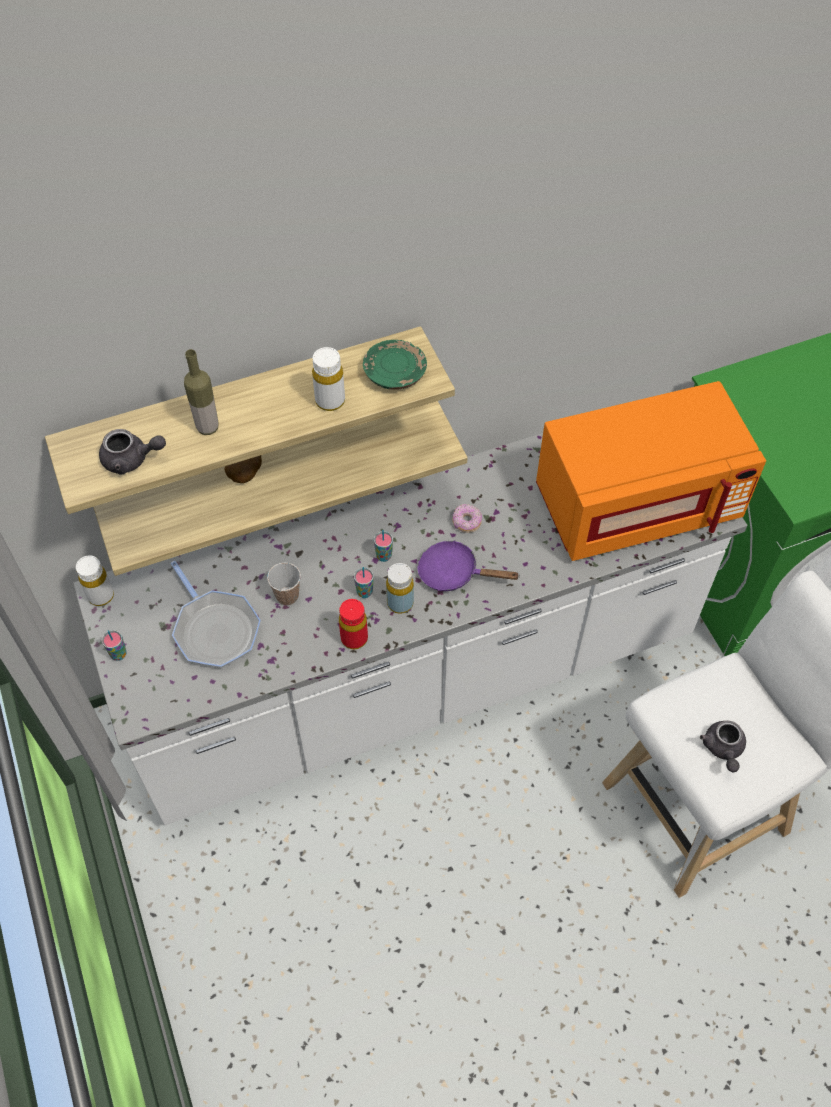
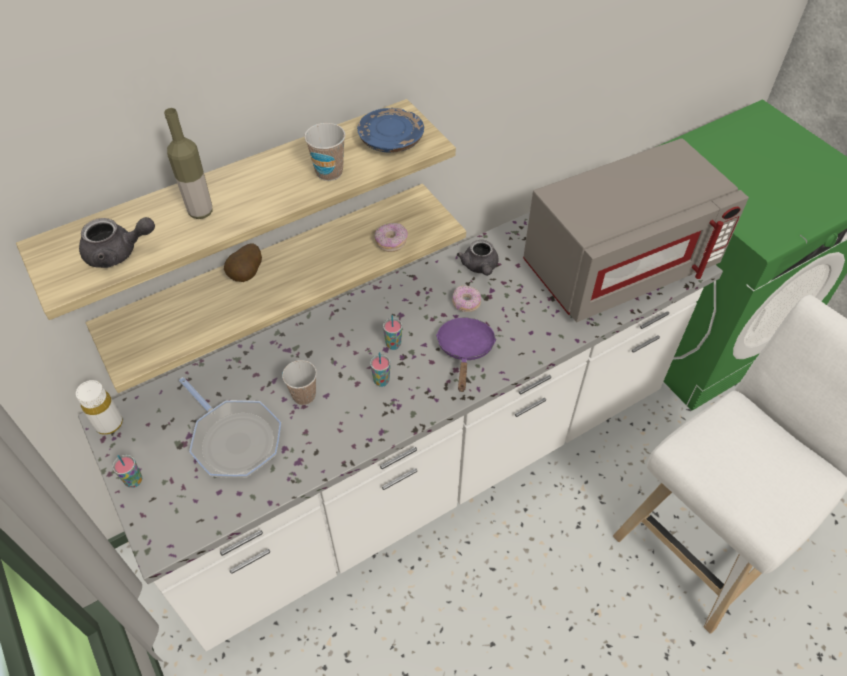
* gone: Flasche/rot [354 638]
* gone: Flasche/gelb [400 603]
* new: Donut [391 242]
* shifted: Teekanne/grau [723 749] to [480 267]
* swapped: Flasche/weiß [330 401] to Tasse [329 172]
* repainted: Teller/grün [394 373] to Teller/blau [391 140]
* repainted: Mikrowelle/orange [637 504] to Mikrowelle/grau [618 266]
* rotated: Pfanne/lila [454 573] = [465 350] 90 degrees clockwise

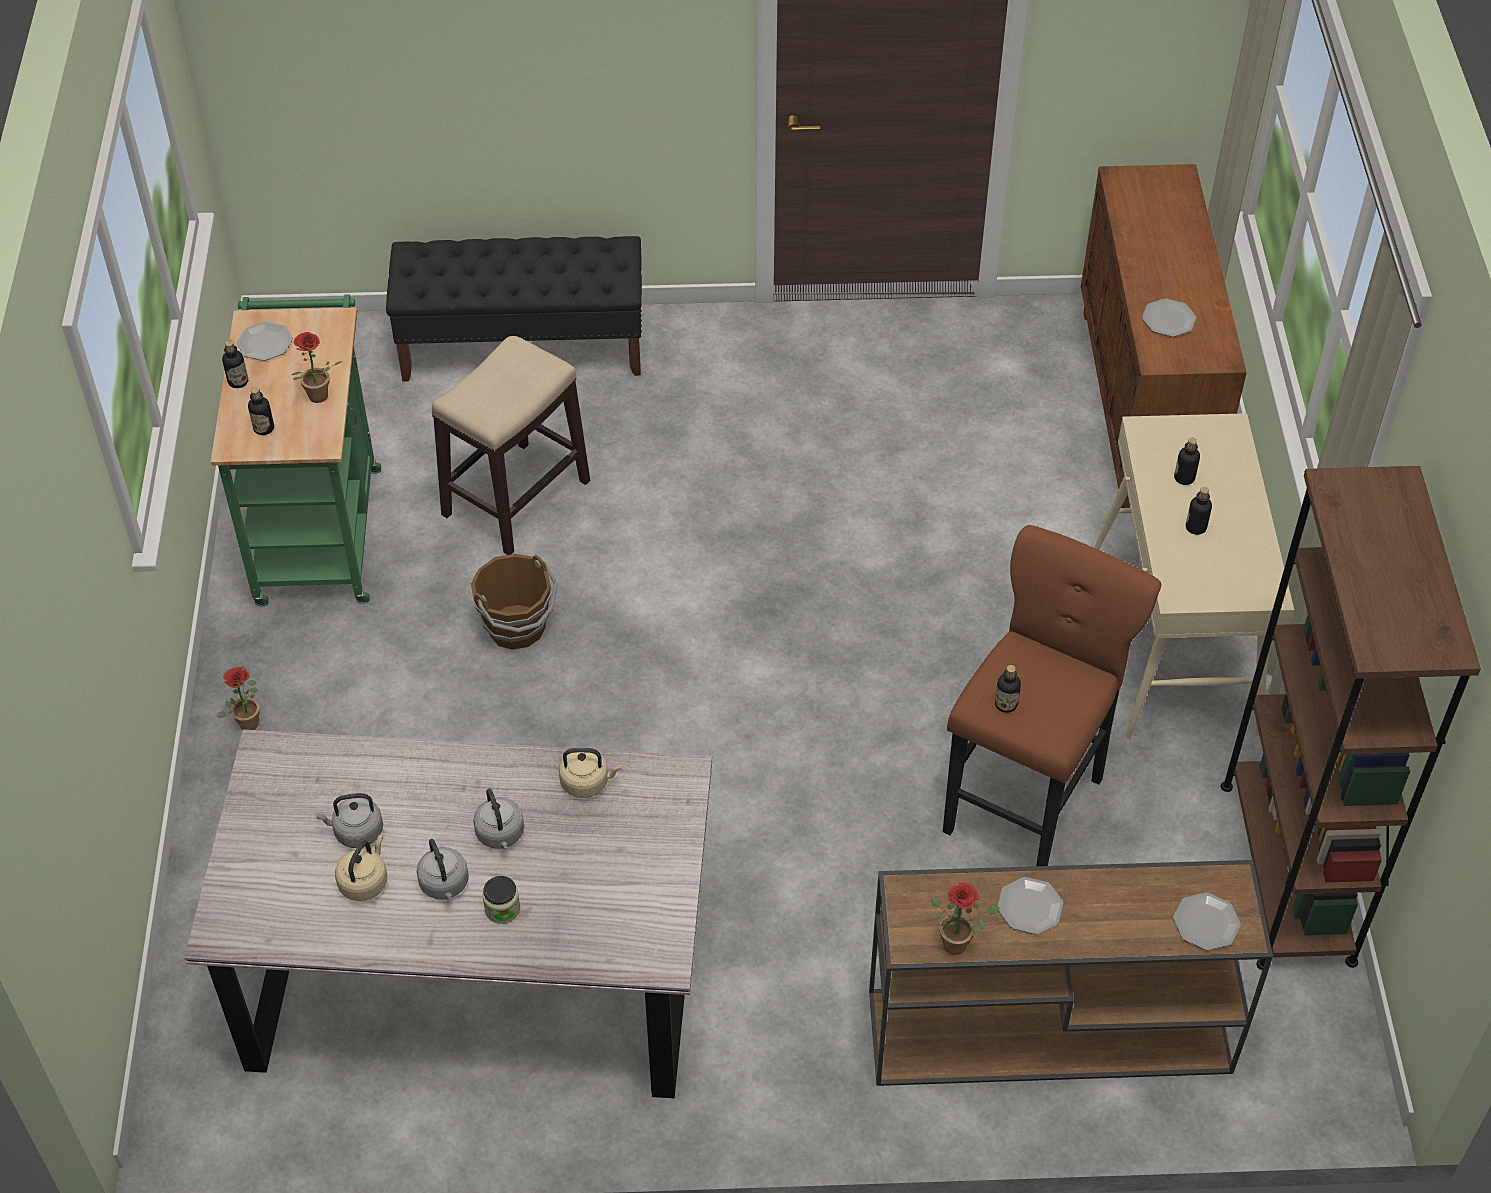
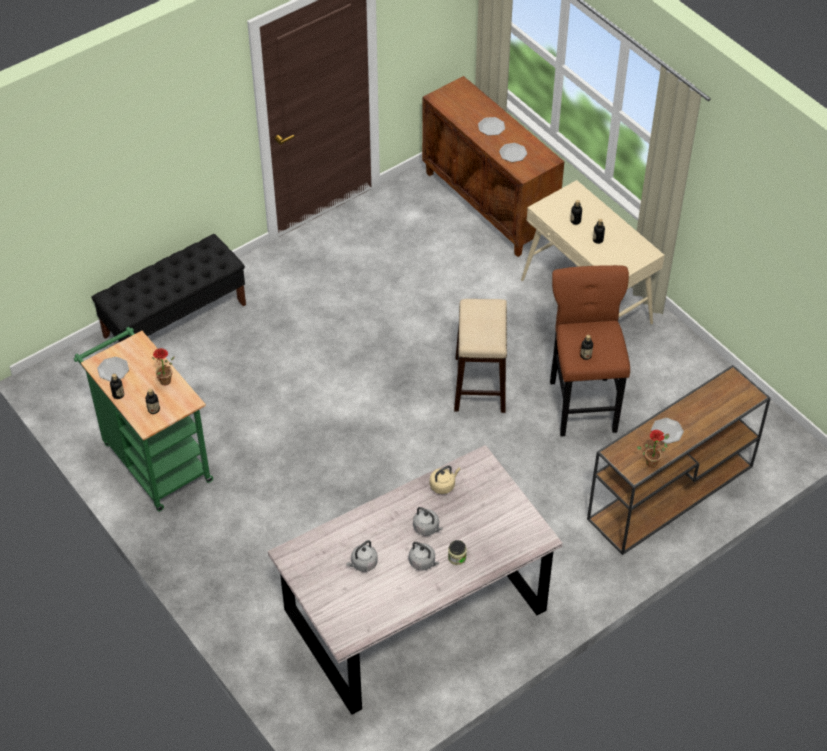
* gone: Topfpflanze [247 720]
* gone: Wasserkessel/beige [365 881]
* gone: Eimer/braun [517 627]
* gone: Bücherregal/braun [1287 872]
* shifted: Hocker [515 499] to [480 385]
* shifted: Teller [1206 922] to [491 127]

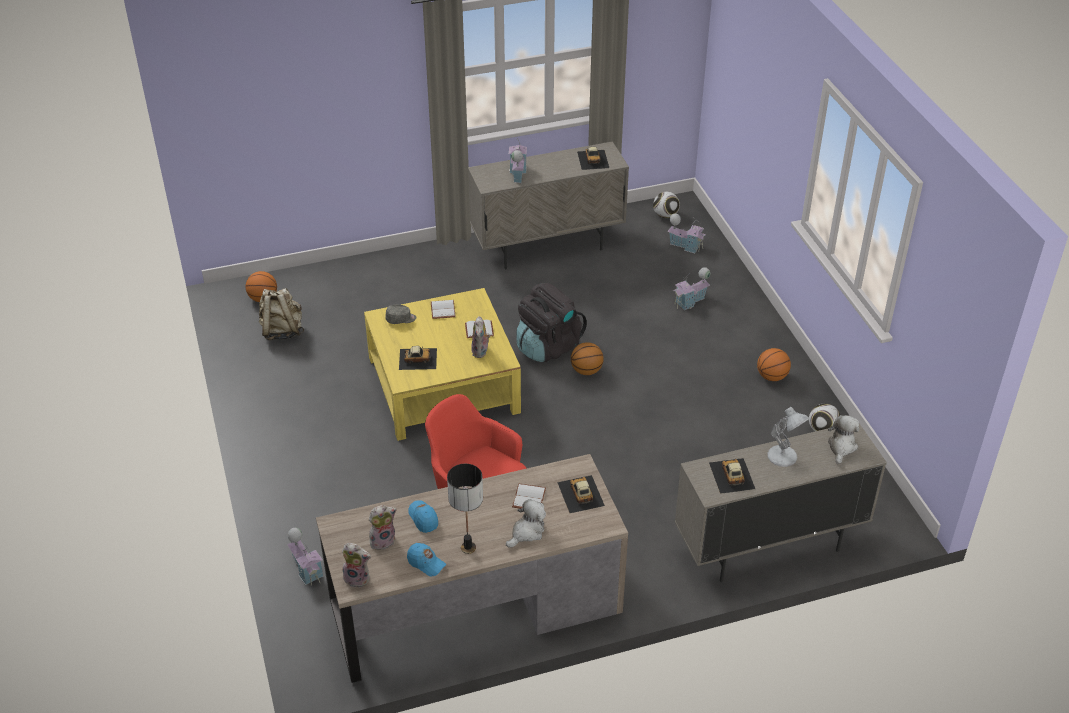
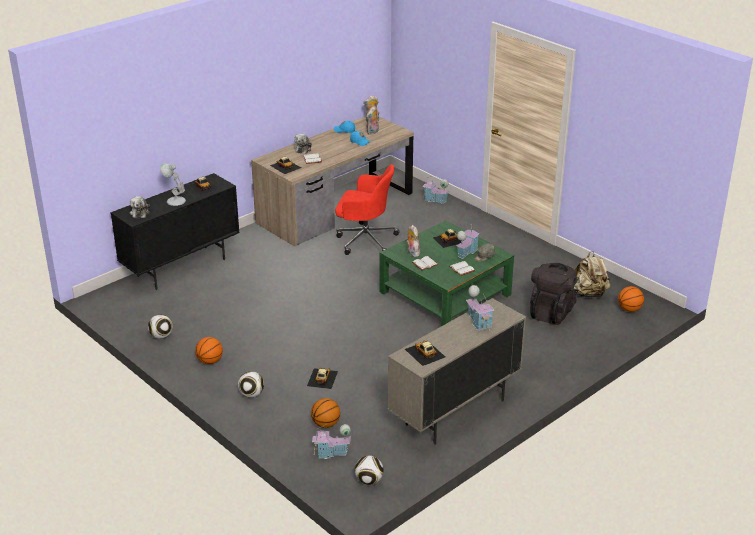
* gone: Tischlampe [468 547]
* new: Fußball [251 394]
* new: Spielzeugauto [322 378]
* shifted: Rucksack/schwarz [548 346] to [551 312]
* shifted: Basketball [586 370] to [326 424]
* shifted: Spielzeughaus [690 301] to [466 252]
* repainted: Couchtisch/gelb [443 385] to Couchtisch/grün [445 293]
* repainted: Schrank/beige [768 547] to Schrank/schwarz [182 267]

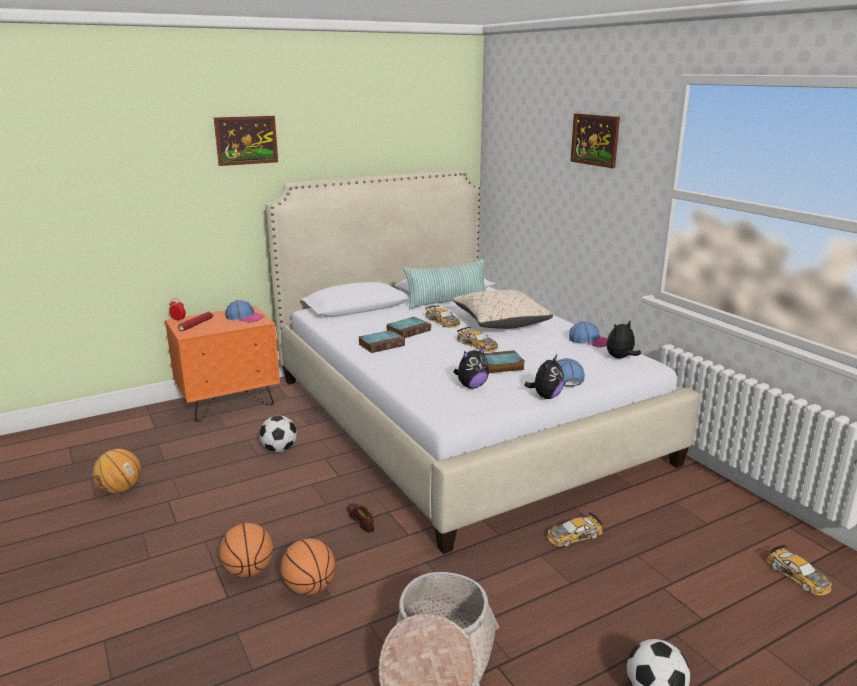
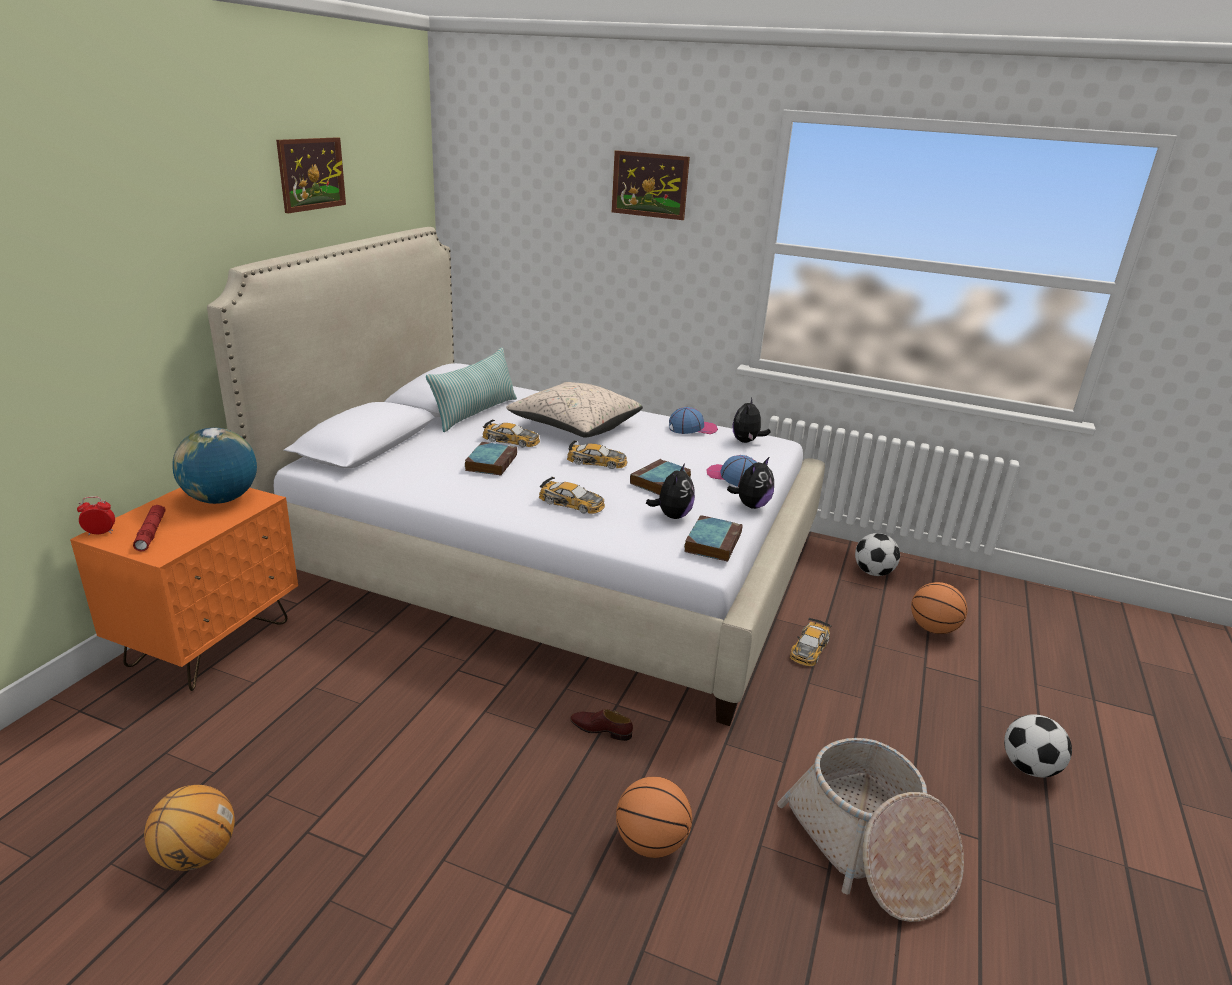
* shifted: Bild [246 140] to [311 174]
* shifted: Basketball [248 571] to [933 629]
* shifted: Fußball [279 449] to [873 572]
* shifted: Buch [382 344] to [712 542]
* shifted: Spielzeugauto [798 576] to [572 503]
* swapped: Kappe [245 317] to Globus [221 499]
* rotated: Plüschtier [546 396] = [751 505] 45 degrees clockwise

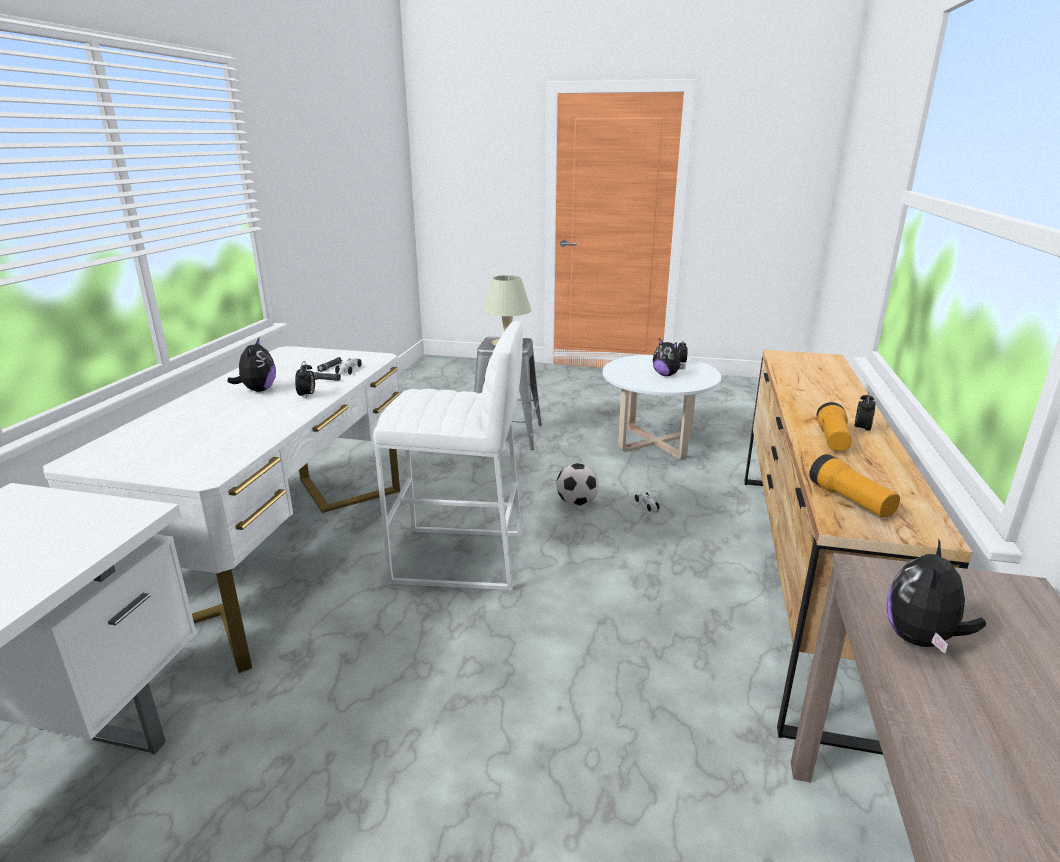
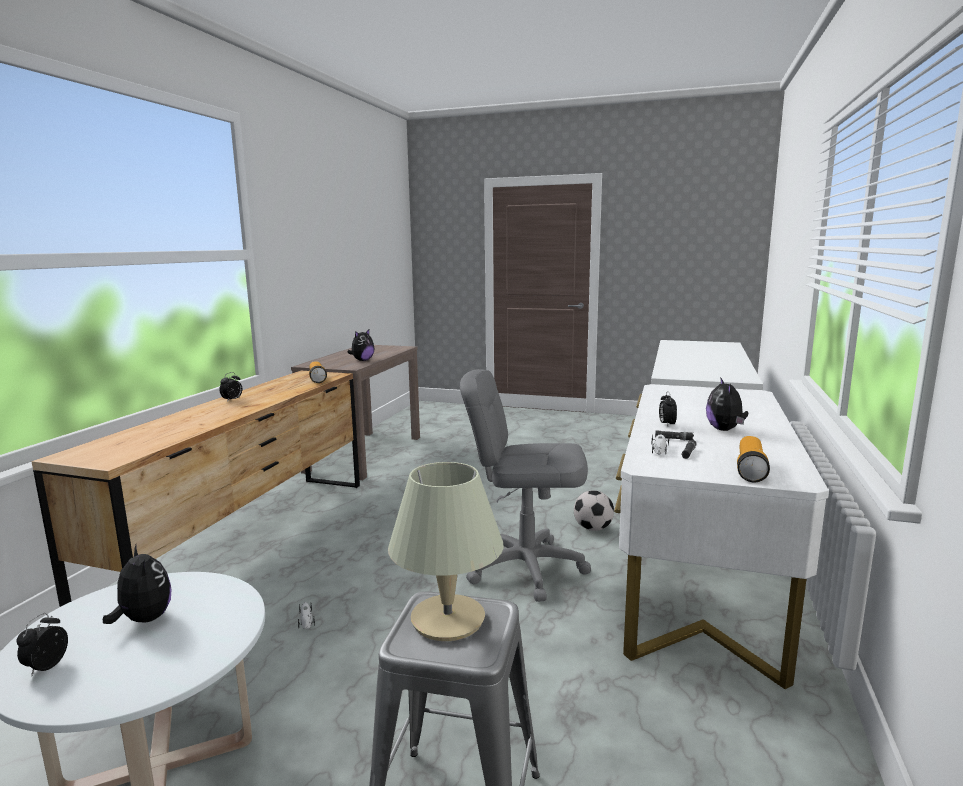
* shifted: Fußball [576 502] to [593 528]
* shifted: Taschenlampe [832 439] to [750 470]
* swapped: Hocker/weiß [460 558] to Bürostuhl/grau [525 567]

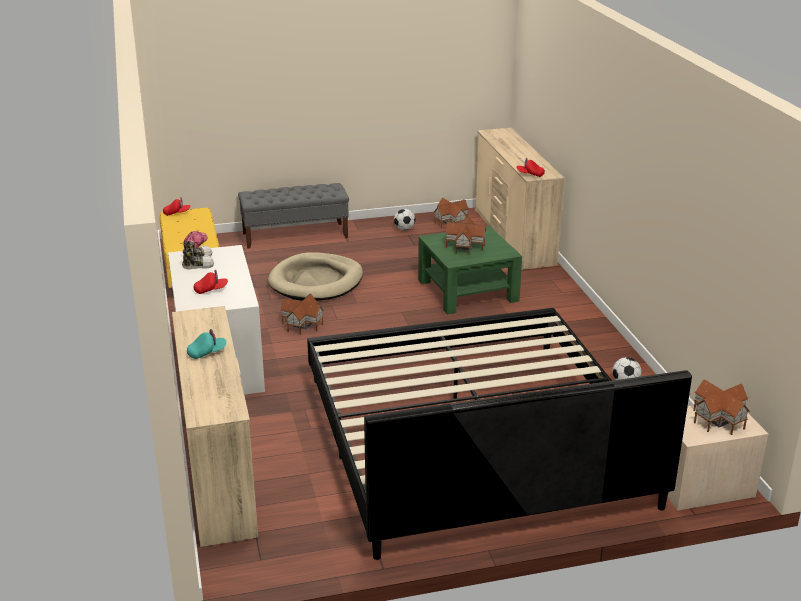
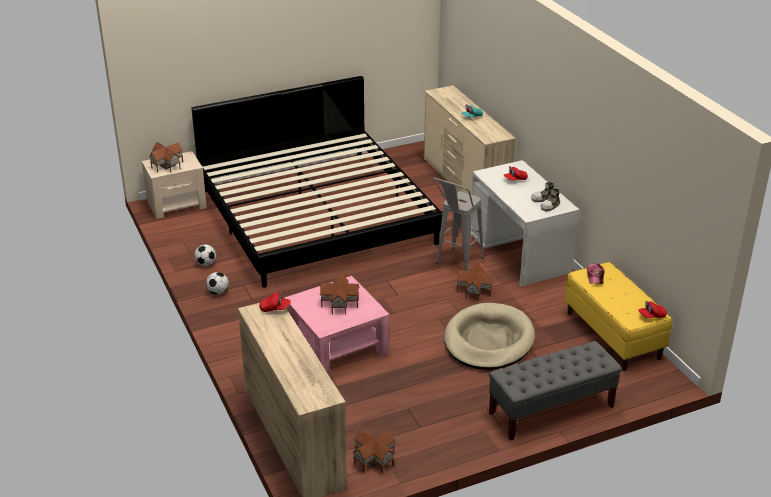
* new: Hocker/grau [456 264]
* shifted: Fußball [404 229] to [218 292]
* repainted: Couchtisch/grün [467 290] to Couchtisch/rosa [337 345]

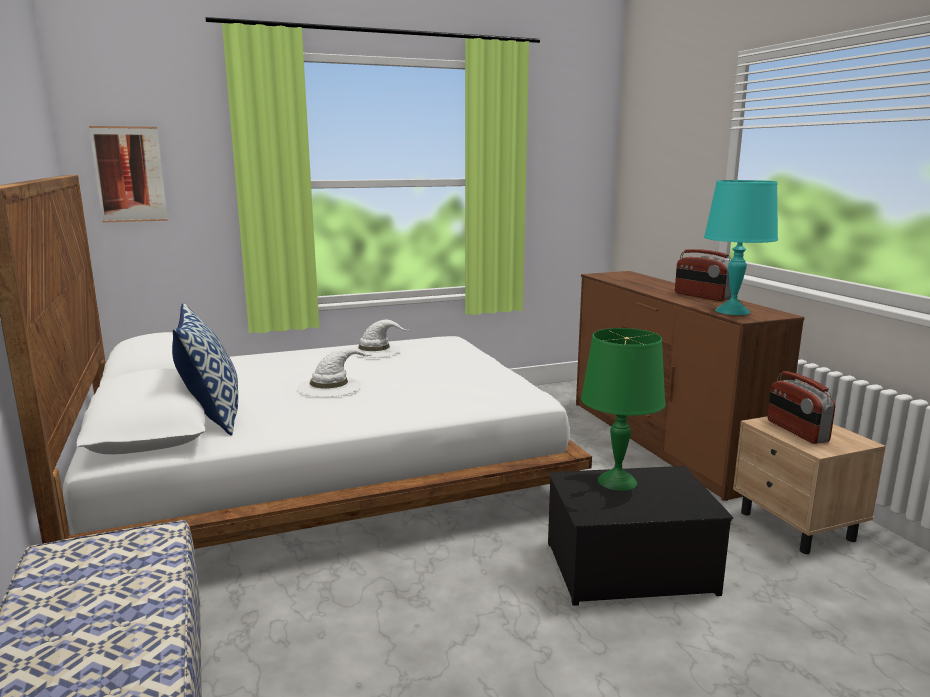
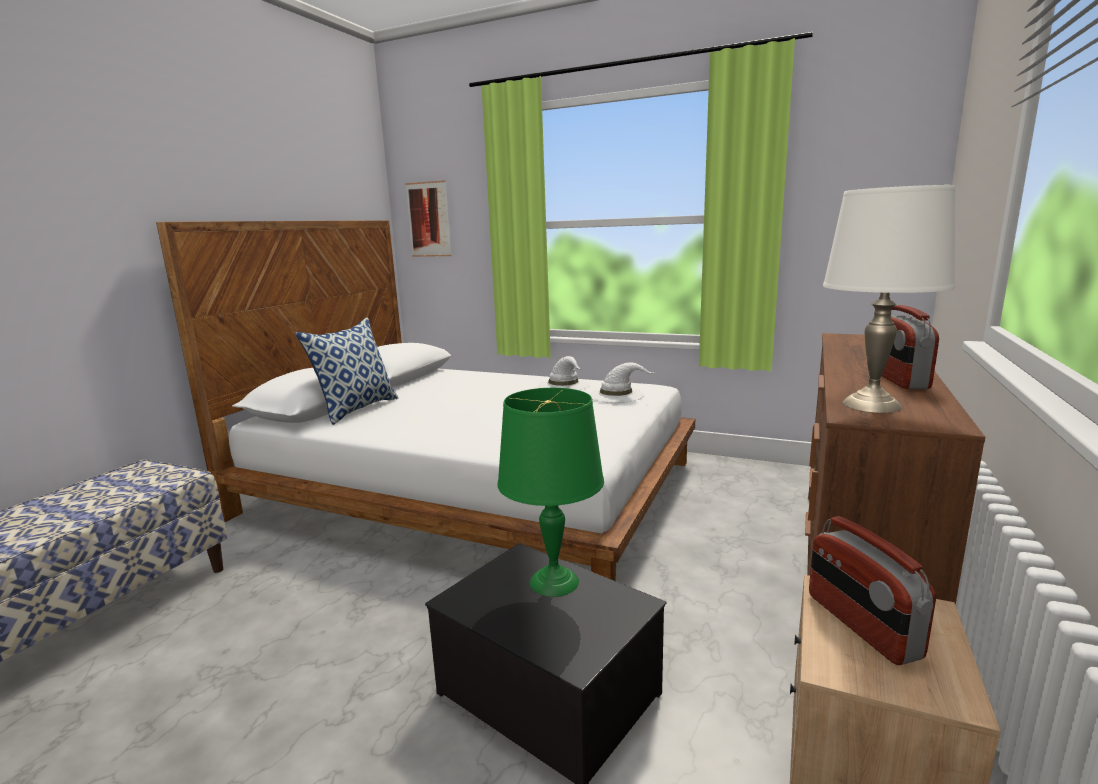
* shifted: Hut/weiß [330 386] to [617 395]
* repainted: Tischlampe/türkis [733 311] to Tischlampe/weiß [872 405]
* rotated: Radio [796 431] = [861 625] 45 degrees counterclockwise

